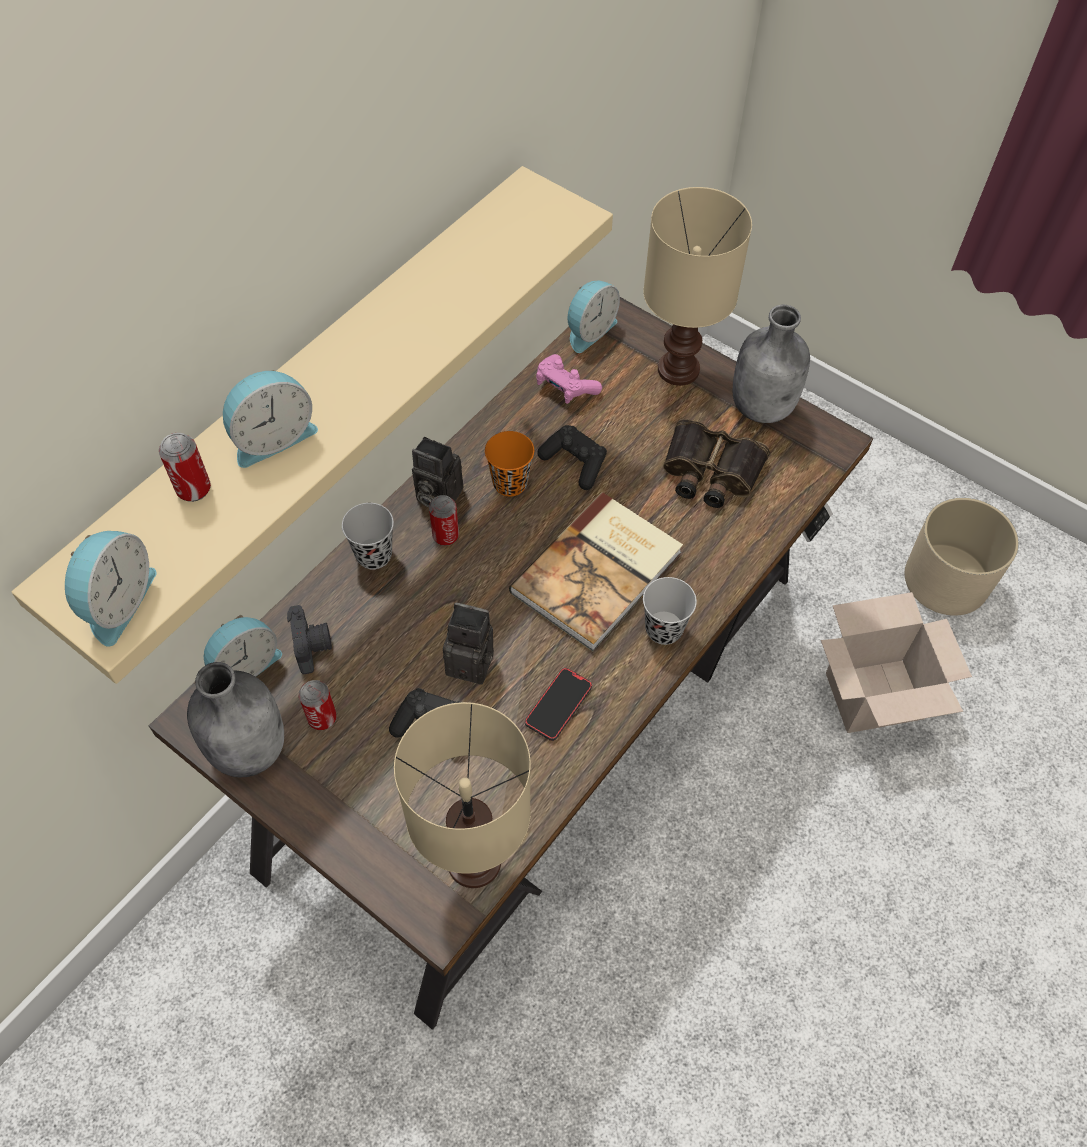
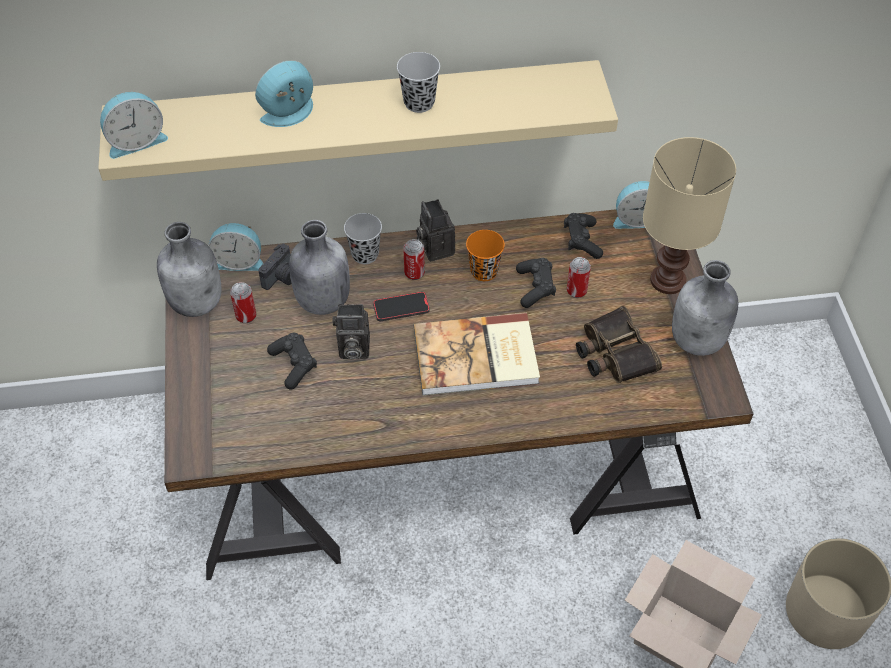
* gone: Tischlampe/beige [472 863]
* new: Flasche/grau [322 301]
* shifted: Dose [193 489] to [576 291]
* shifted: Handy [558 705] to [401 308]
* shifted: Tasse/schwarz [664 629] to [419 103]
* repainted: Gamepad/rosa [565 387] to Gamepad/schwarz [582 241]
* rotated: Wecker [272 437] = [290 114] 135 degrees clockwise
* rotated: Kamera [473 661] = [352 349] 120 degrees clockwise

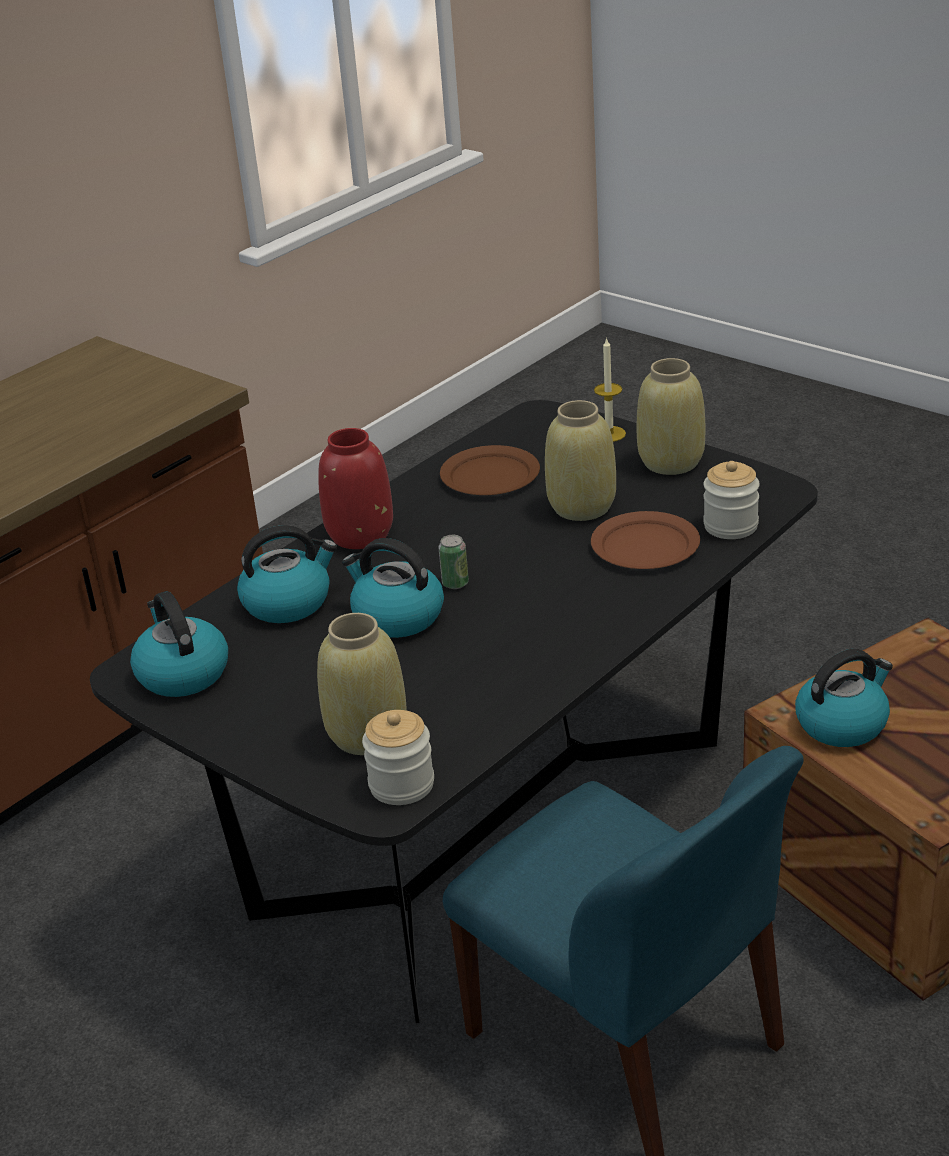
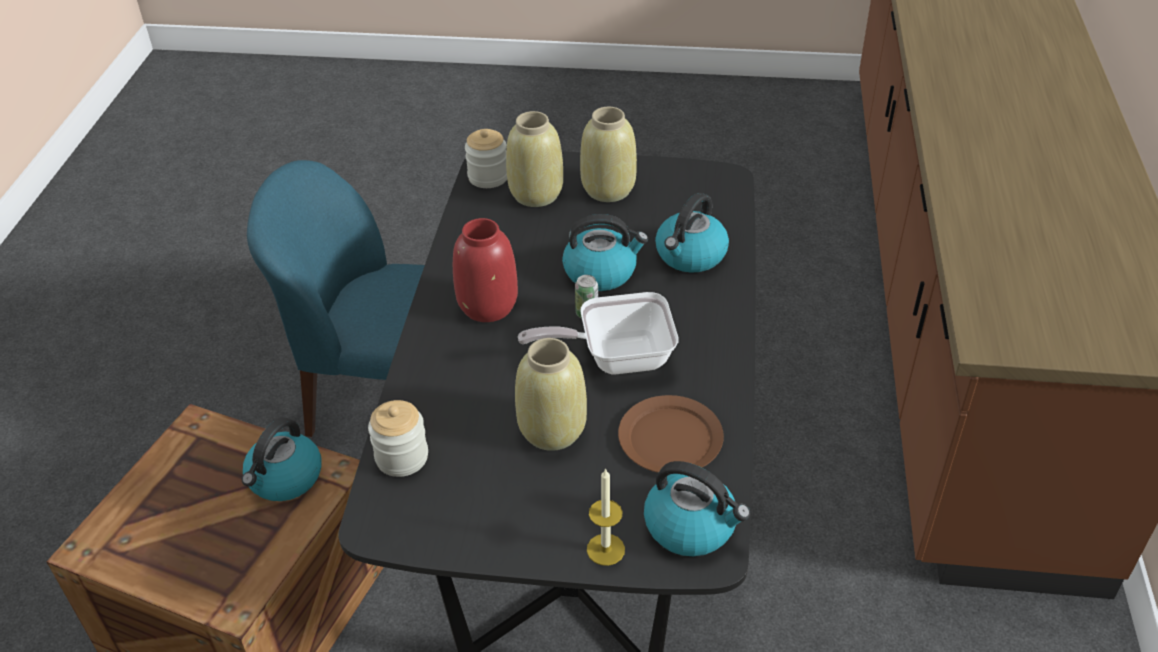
* gone: Teller/braun [646 546]
* new: Pfanne [616 357]
* shifted: Wasserkessel [182 673] to [691 526]
* shifted: Vase/rot [359 535] to [489 306]
* shifted: Vase/beige [672 462] to [608 190]

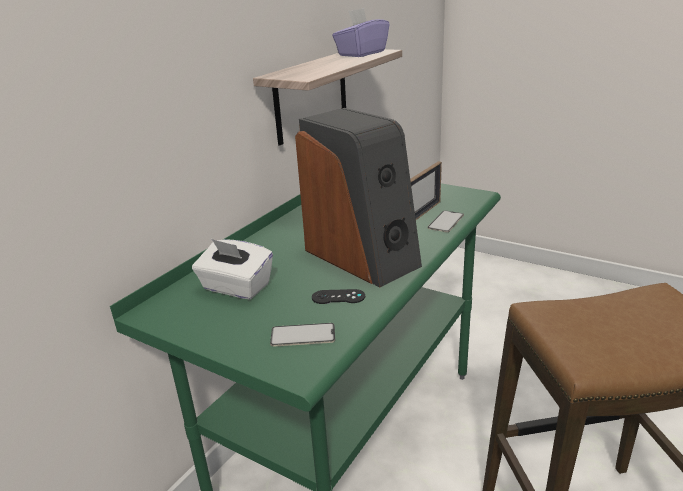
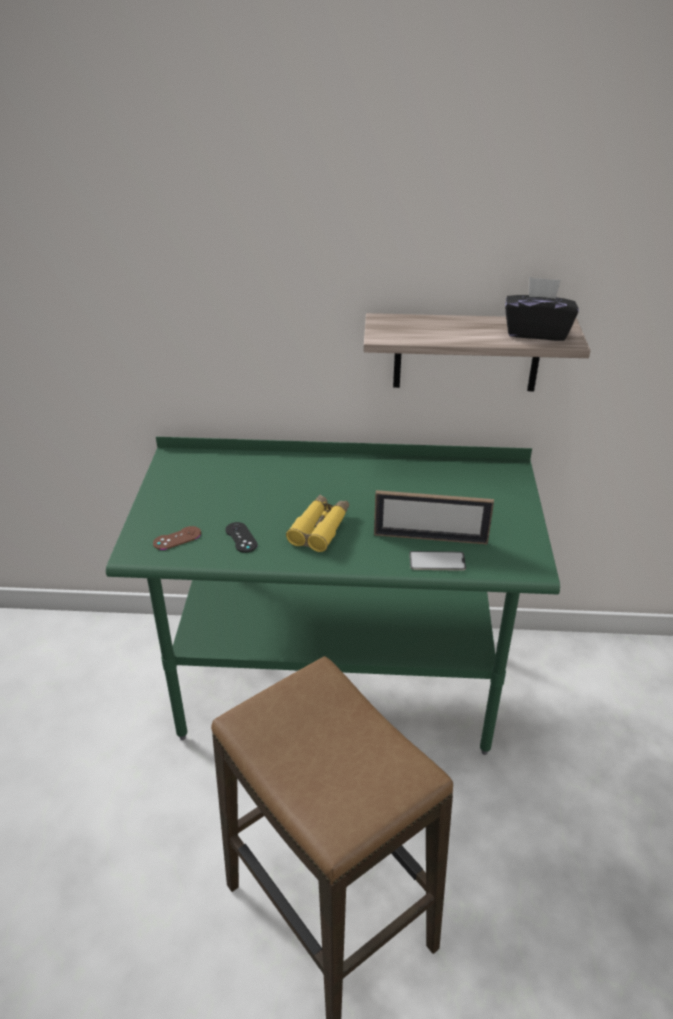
* gone: Taschentuchbox/weiß [236 287]
* swapped: Handy [303 335] to Gamepad/braun [177 538]
* swapped: Lautsprecher [362 256] to Fernglas/gelb [320 528]
* repainted: Taschentuchbox/lila [361 53] to Taschentuchbox/schwarz [536 332]

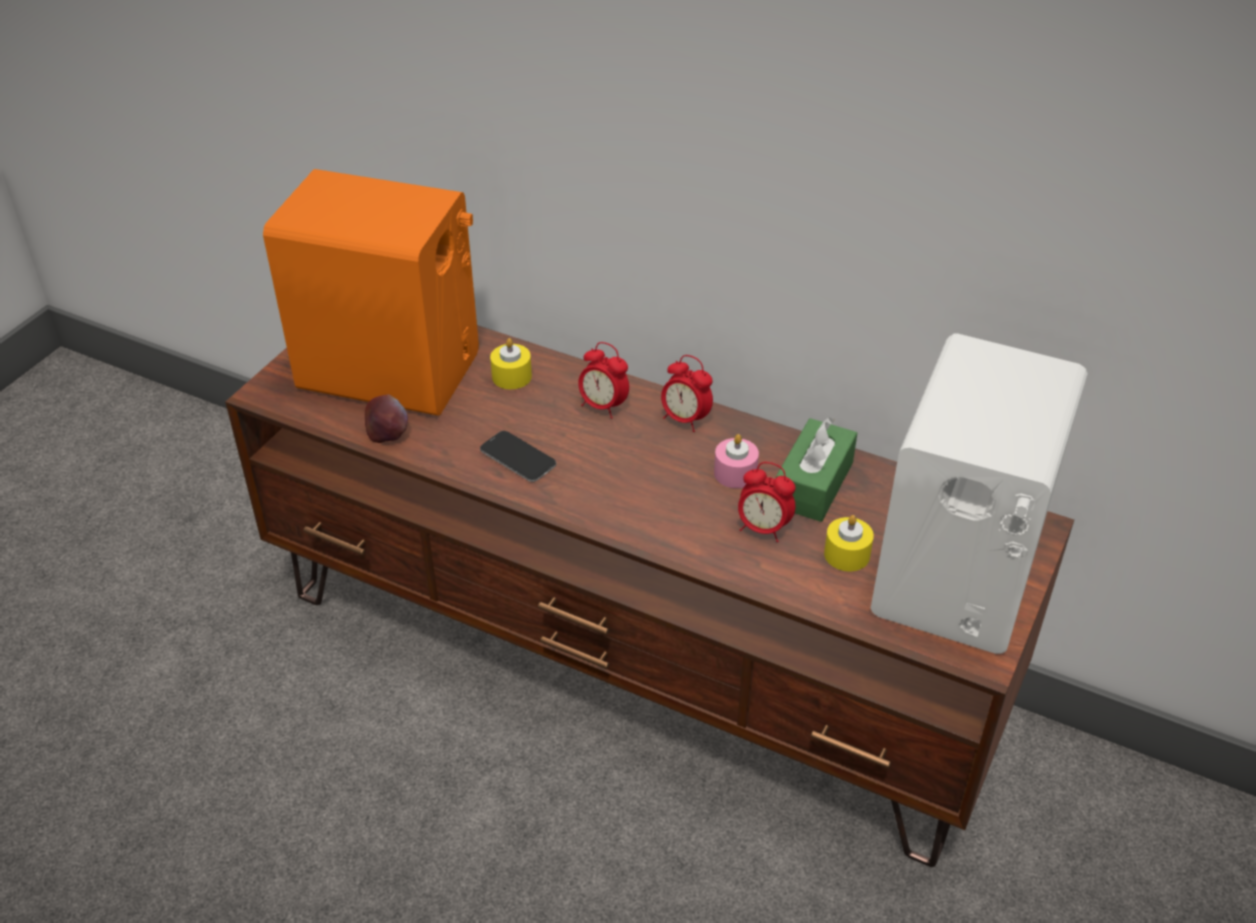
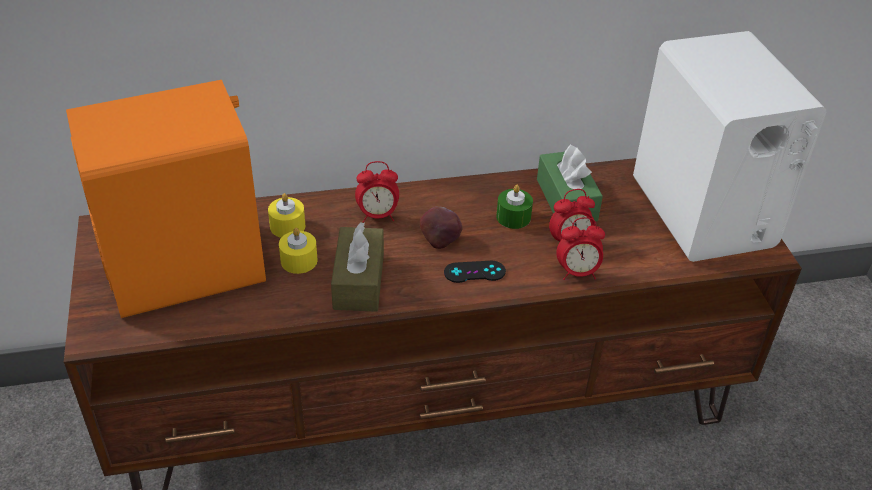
* new: Gamepad/schwarz [474 272]
* shifted: Apfel [388 434] to [441 239]
* shifted: Wecker [685 419] to [577 272]
* shifted: Kerze/gelb [847 554] to [299 260]
* swapped: Handy [518 457] to Taschentuchbox/braun [359 281]
* repainted: Kerze/rosa [735 473] to Kerze/grün [513 217]

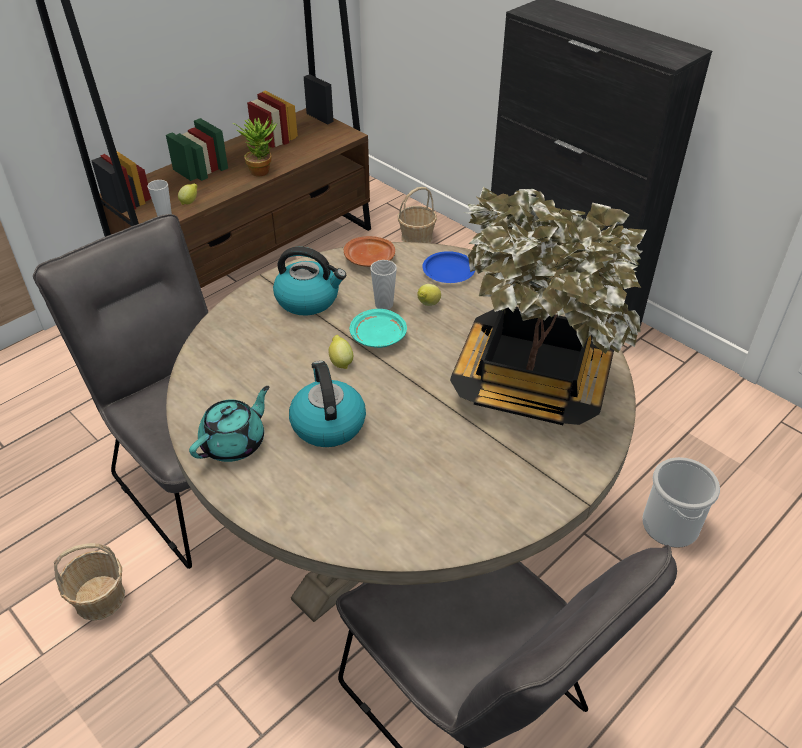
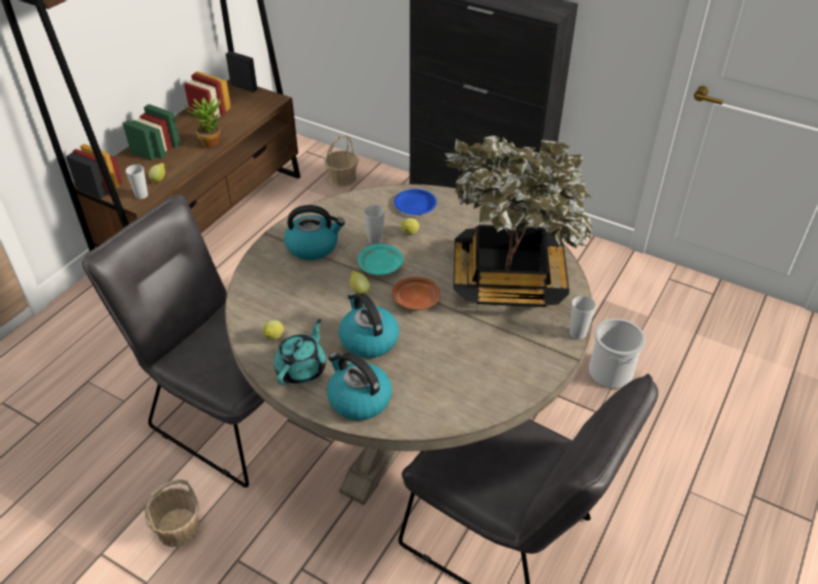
* new: Zitrone [273 338]
* new: Wasserkessel [358 399]
* new: Tasse [577 333]
* shifted: Teller/braun [370 259] to [416 300]

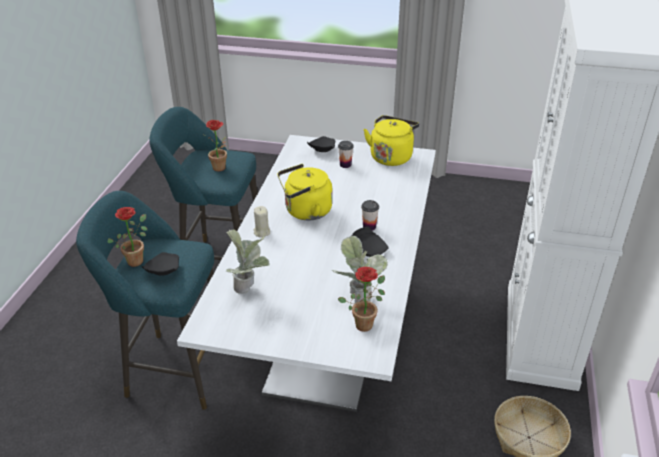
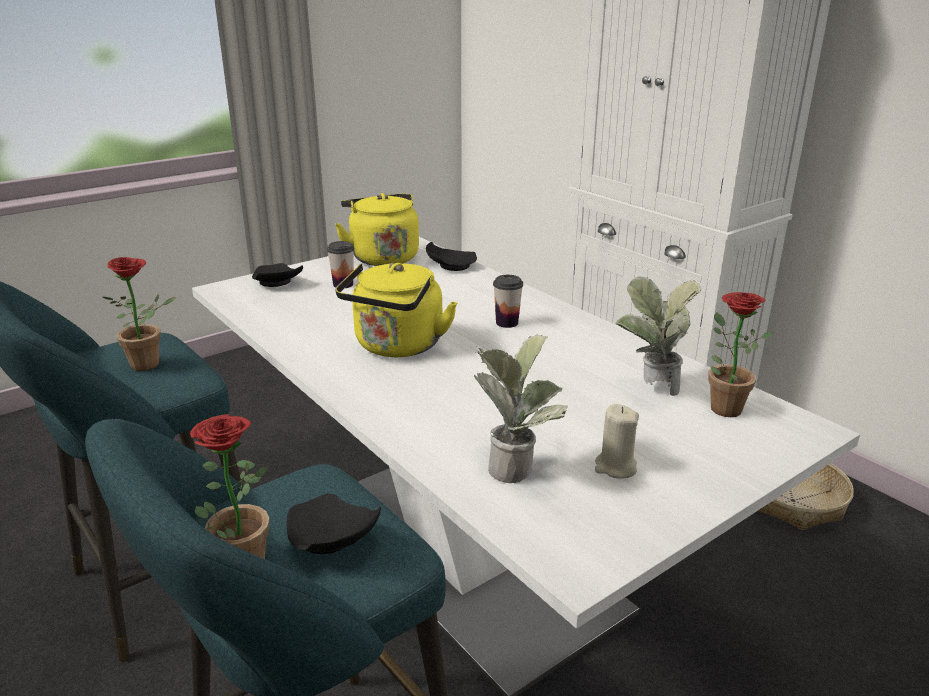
* shifted: Kerze/beige [261 232] to [615 467]
* shifted: Teller/schwarz [369 249] to [450 266]

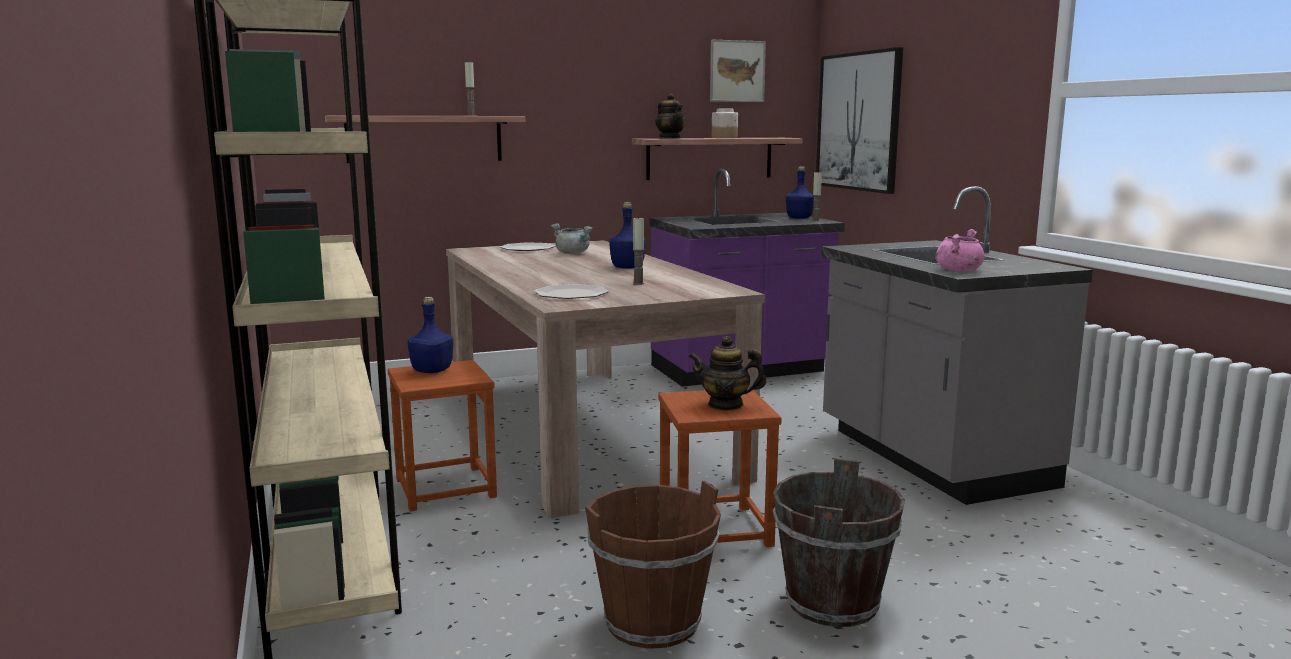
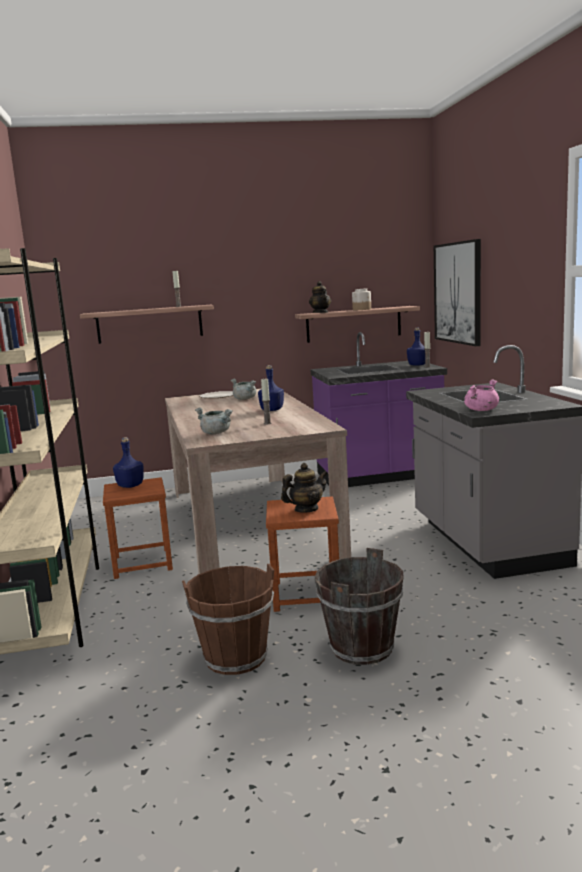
* gone: Bild [737 71]
* swapped: Teller [572 294] to Kochtopf/grau [216 433]
* rotated: Teekanne [726 405] = [306 509] 135 degrees clockwise

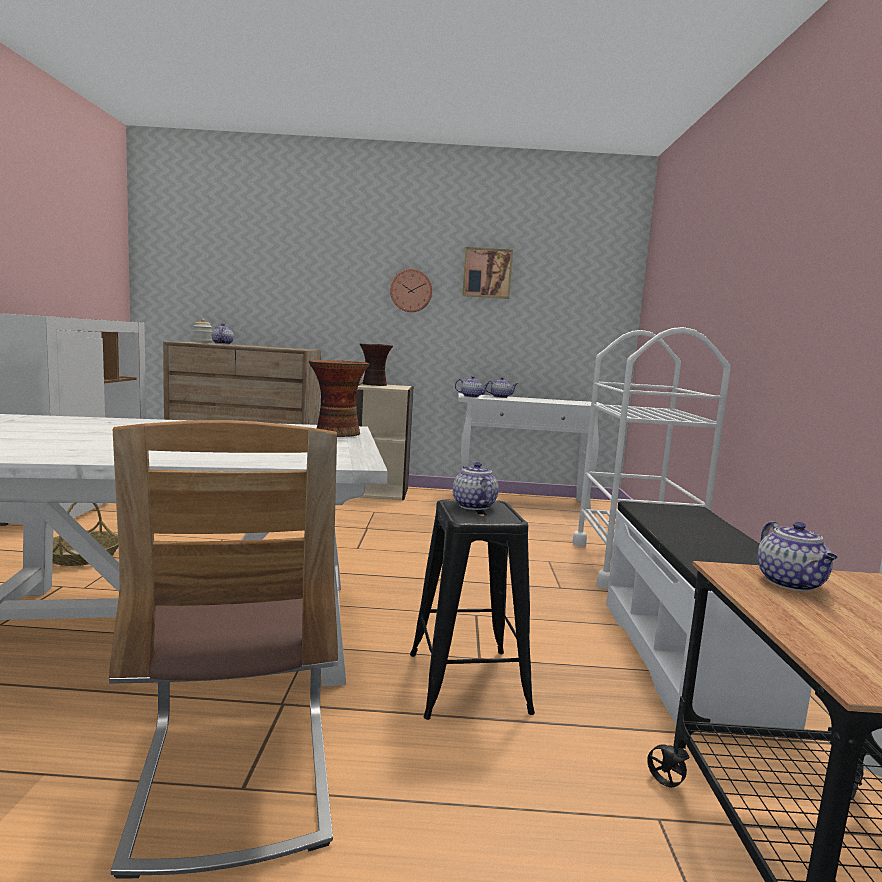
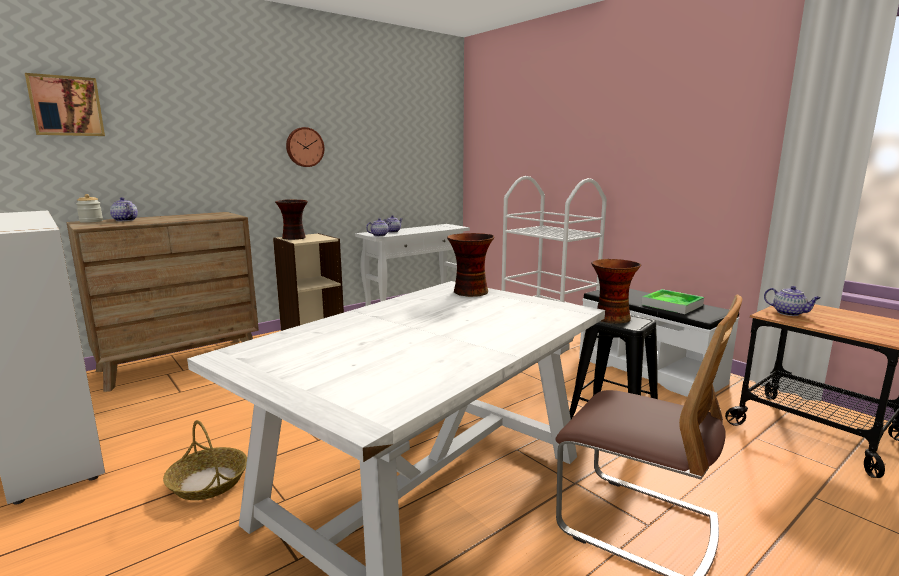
* new: Tablett [672 305]
* shifted: Bild [487 273] to [66 106]
* swapped: Teekanne [473 505] to Vase [611 318]

